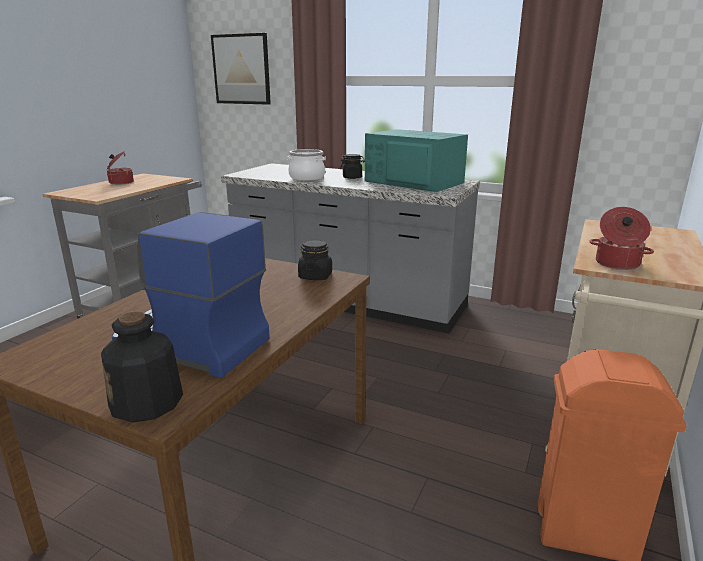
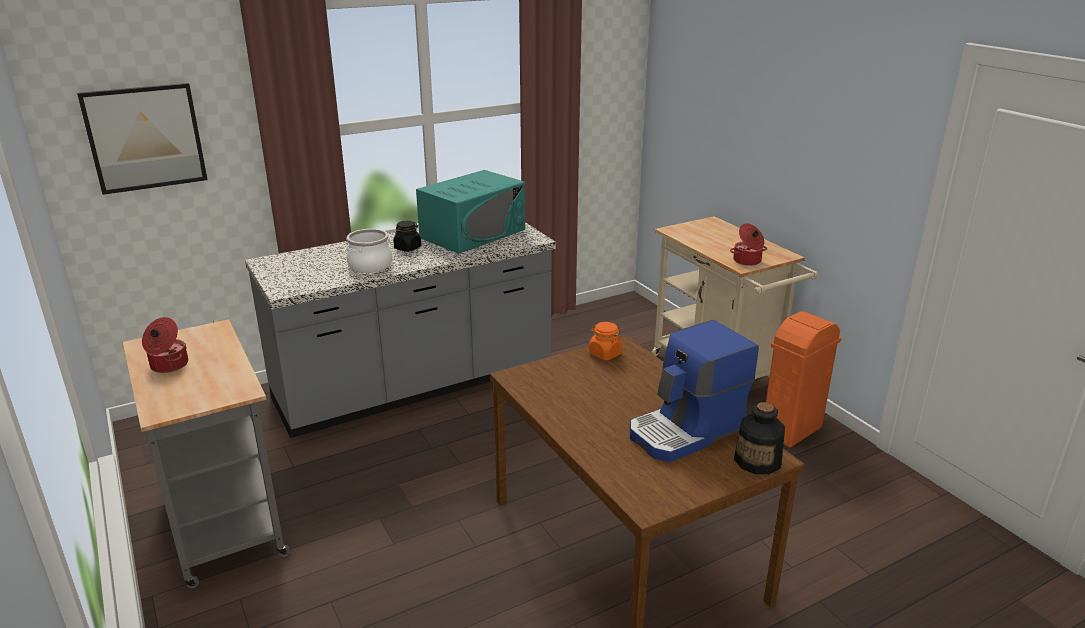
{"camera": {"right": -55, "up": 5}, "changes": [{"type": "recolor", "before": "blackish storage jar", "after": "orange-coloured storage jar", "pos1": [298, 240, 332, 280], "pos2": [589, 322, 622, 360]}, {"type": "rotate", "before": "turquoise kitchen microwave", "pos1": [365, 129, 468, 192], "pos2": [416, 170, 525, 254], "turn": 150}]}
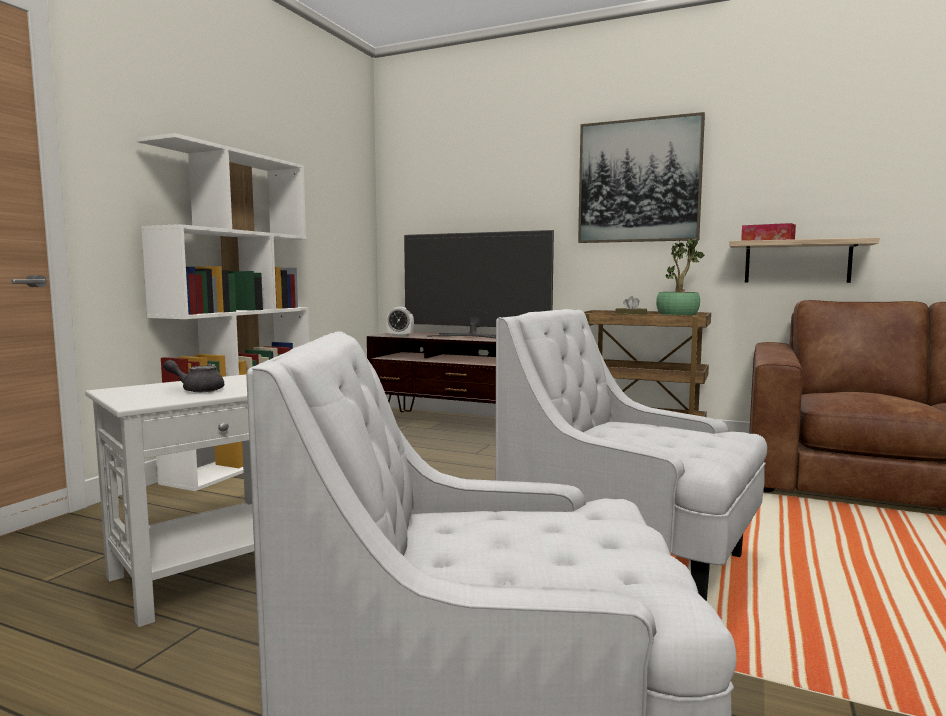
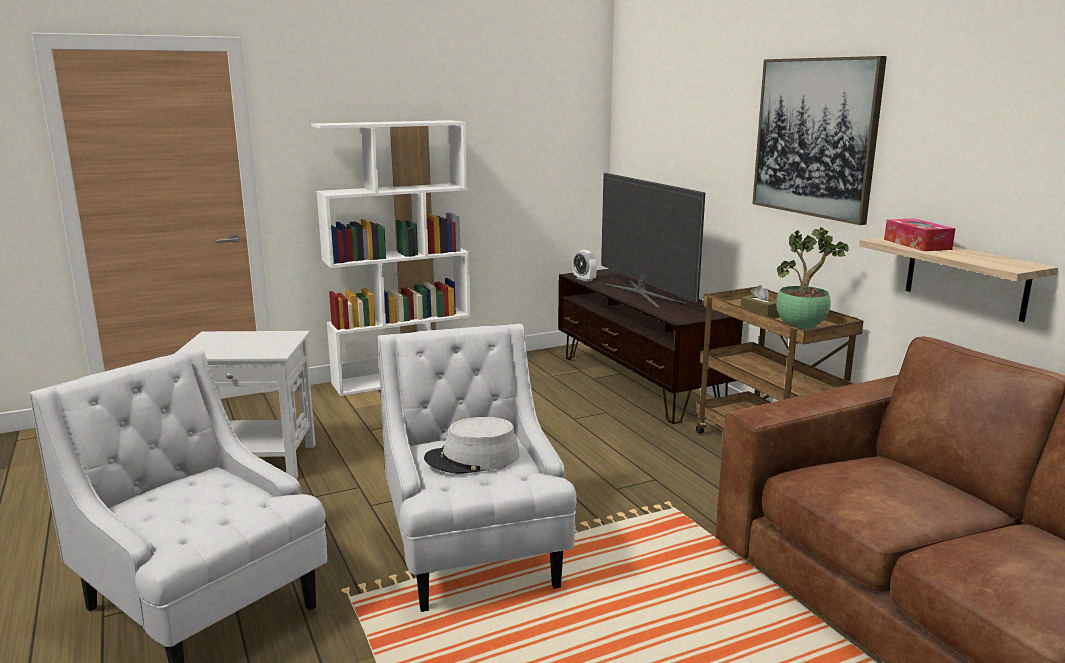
{"camera": {"right": 40, "up": 10}, "changes": [{"type": "delete", "before": "greyish tea pot", "pos1": [163, 360, 224, 392]}, {"type": "insert", "after": "greyish wearable hat", "pos2": [424, 417, 520, 474]}]}
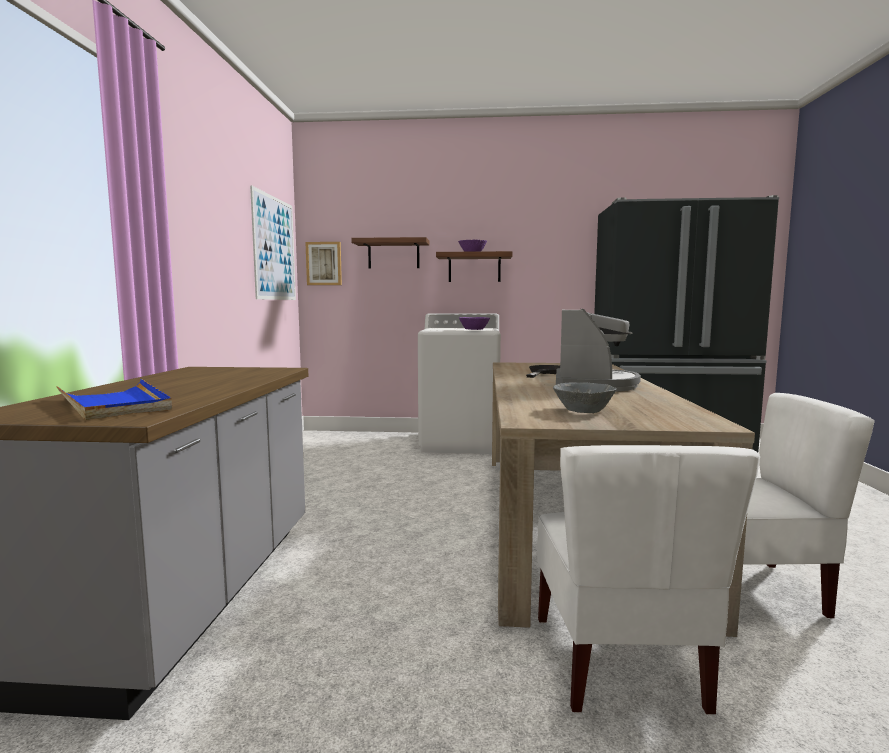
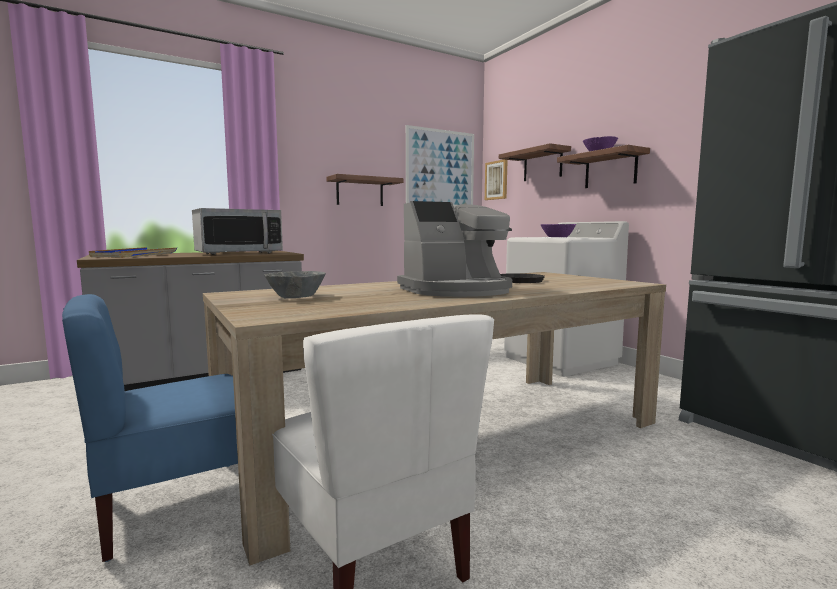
{"camera": {"right": 55, "up": 0}, "changes": [{"type": "recolor", "before": "white-coloured chair", "after": "blue chair", "pos1": [537, 445, 760, 715], "pos2": [62, 294, 238, 562]}, {"type": "insert", "after": "kitchen microwave", "pos2": [192, 208, 283, 255]}, {"type": "insert", "after": "shelf", "pos2": [327, 174, 403, 206]}]}
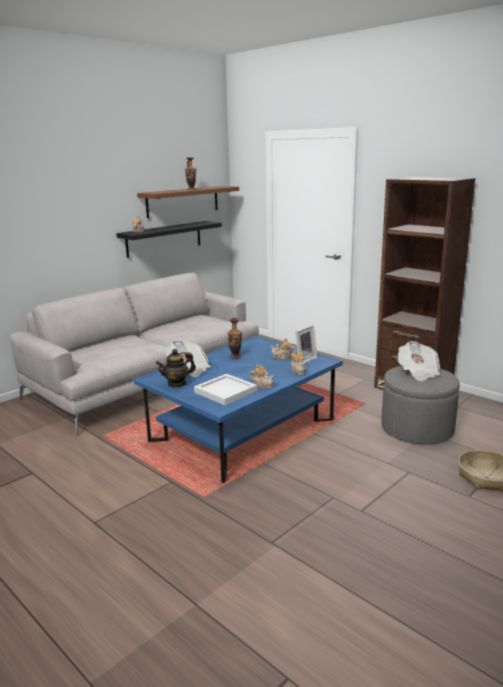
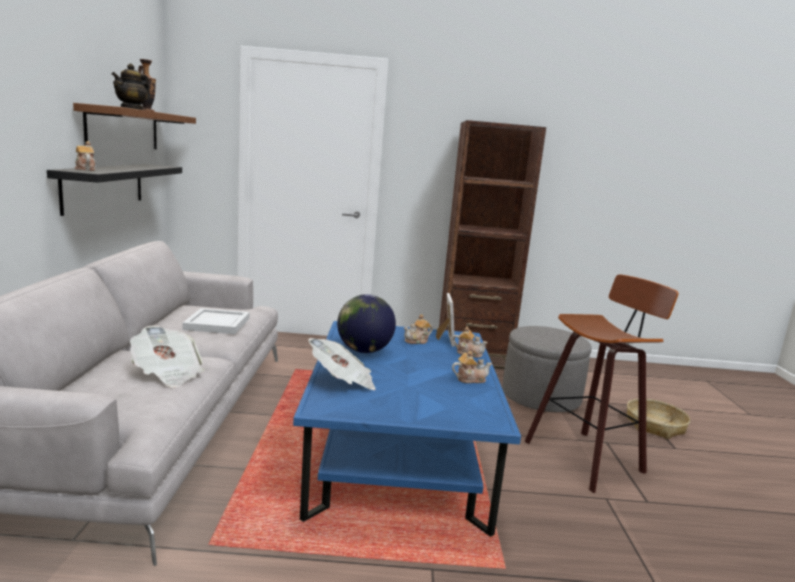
{"camera": {"right": -45, "up": -5}, "changes": [{"type": "move", "before": "tea pot", "pos1": [156, 349, 196, 388], "pos2": [112, 63, 150, 110]}, {"type": "move", "before": "white-coloured serving tray", "pos1": [194, 374, 257, 405], "pos2": [182, 308, 249, 334]}, {"type": "replace", "before": "vase", "after": "world globe", "pos1": [228, 318, 242, 359], "pos2": [337, 294, 396, 353]}, {"type": "move", "before": "daily paper", "pos1": [397, 341, 440, 381], "pos2": [130, 325, 204, 388]}, {"type": "insert", "after": "sitting stool", "pos2": [525, 274, 679, 493]}]}
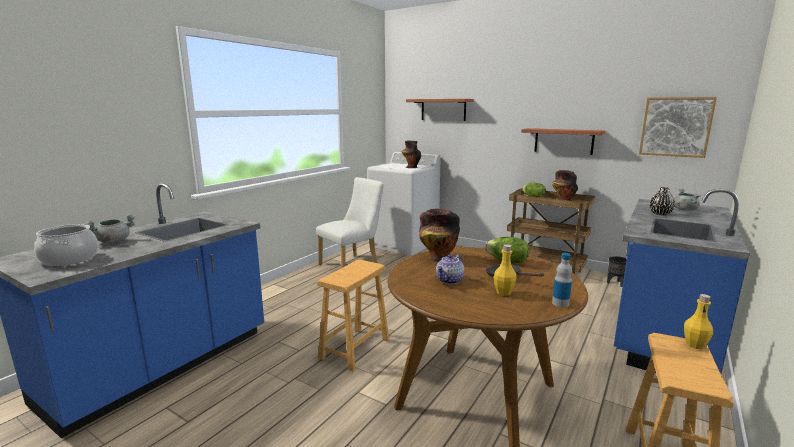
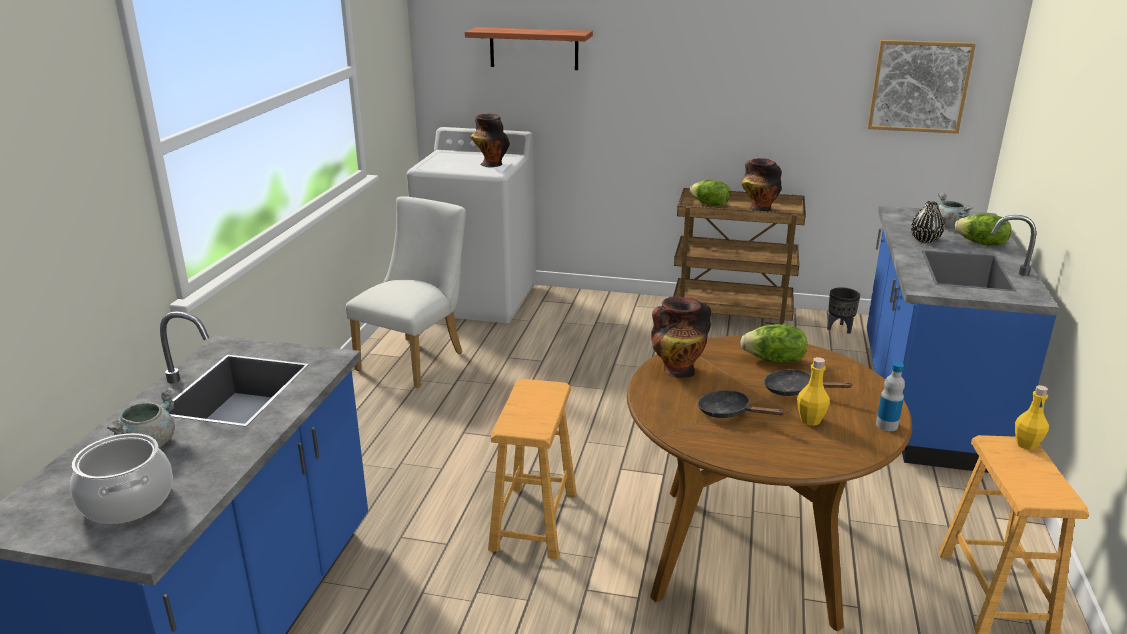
{"camera": {"right": -20, "up": 10}, "changes": [{"type": "replace", "before": "tea pot", "after": "blackish skillet", "pos1": [436, 254, 464, 285], "pos2": [698, 390, 786, 418]}, {"type": "delete", "before": "shelf", "pos1": [521, 128, 606, 155]}, {"type": "insert", "after": "lettuce", "pos2": [954, 214, 1011, 246]}]}
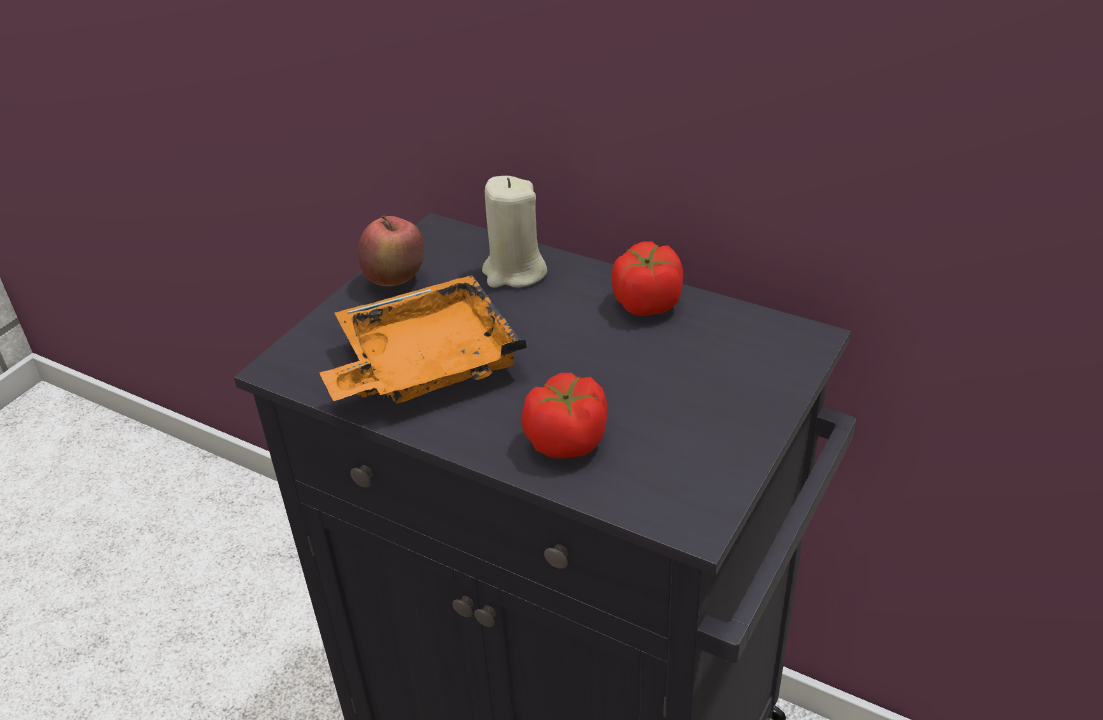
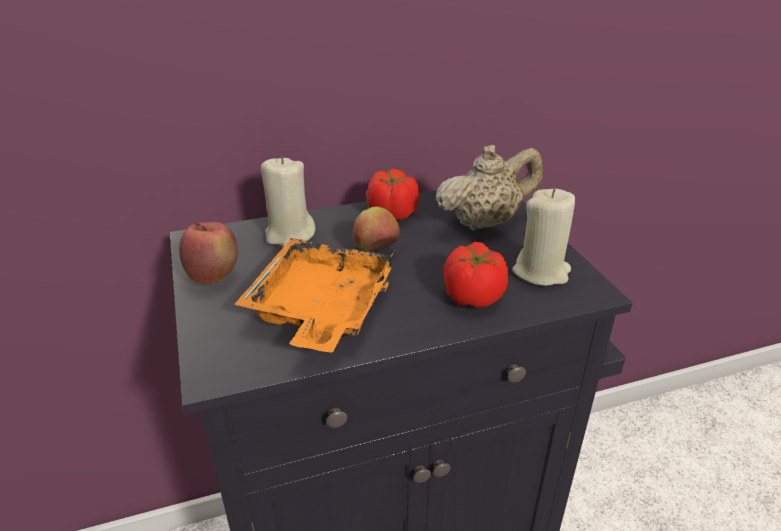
{"camera": {"right": -50, "up": -5}, "changes": [{"type": "insert", "after": "apple", "pos2": [353, 207, 400, 252]}, {"type": "insert", "after": "beige tea pot", "pos2": [435, 145, 543, 231]}, {"type": "insert", "after": "beige wax candle", "pos2": [513, 189, 575, 286]}]}
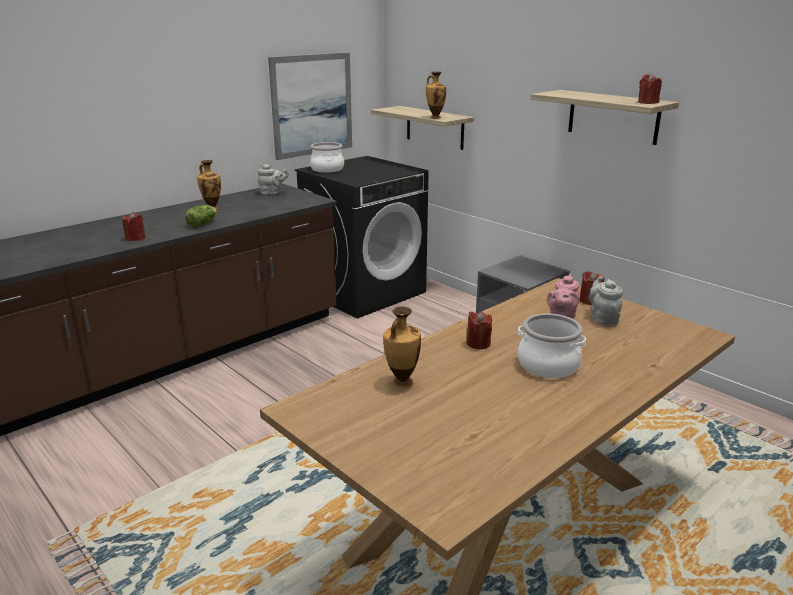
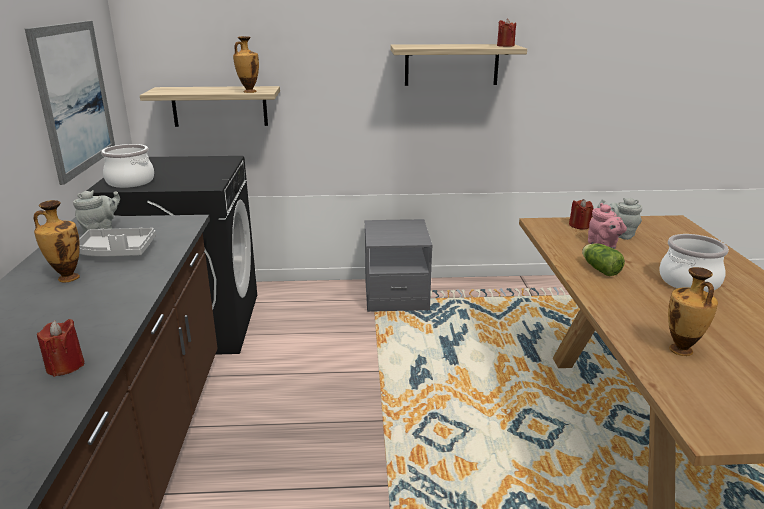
{"camera": {"right": -50, "up": 0}, "changes": [{"type": "move", "before": "lettuce", "pos1": [185, 205, 217, 227], "pos2": [582, 243, 625, 276]}, {"type": "delete", "before": "red-coloured wax candle", "pos1": [466, 312, 492, 349]}, {"type": "insert", "after": "greyish serving tray", "pos2": [79, 228, 156, 257]}]}
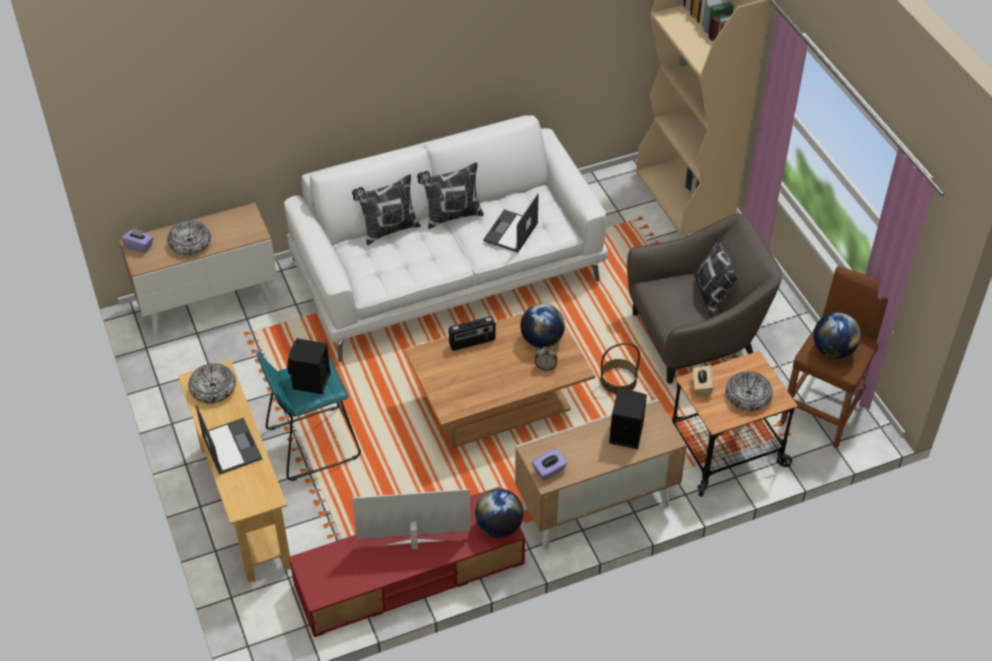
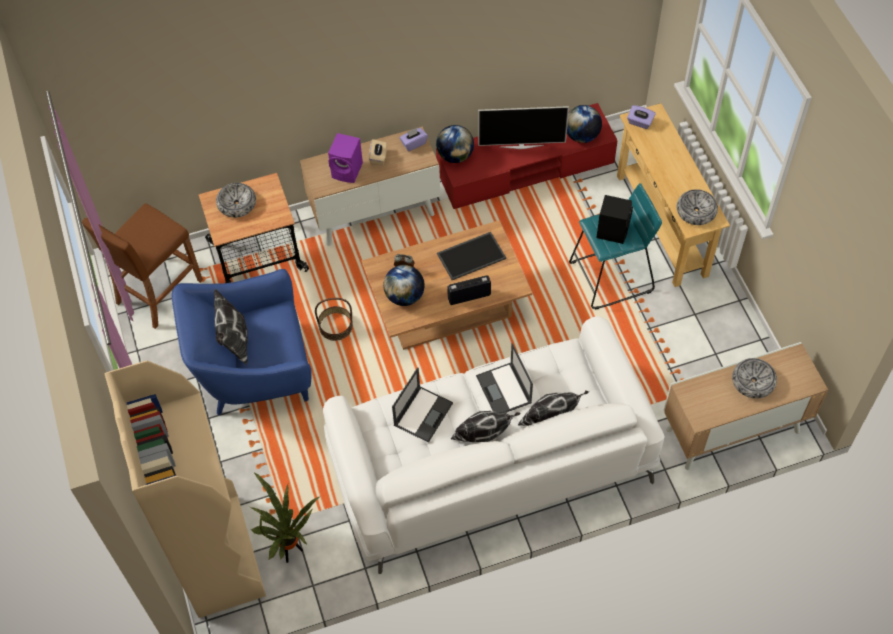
{"camera": {"right": -175, "up": 10}, "changes": [{"type": "move", "before": "purple-coloured tissue holder", "pos1": [121, 228, 153, 253], "pos2": [627, 105, 656, 129]}, {"type": "move", "before": "notebook computer", "pos1": [196, 405, 262, 475], "pos2": [476, 343, 533, 413]}, {"type": "recolor", "before": "blackish audio speaker", "after": "purple-coloured audio speaker", "pos1": [609, 389, 647, 449], "pos2": [328, 133, 363, 183]}, {"type": "recolor", "before": "greyish armchair", "after": "blue armchair", "pos1": [627, 213, 782, 384], "pos2": [172, 269, 312, 415]}, {"type": "move", "before": "beige tissue holder", "pos1": [693, 365, 713, 395], "pos2": [369, 139, 387, 166]}, {"type": "move", "before": "world globe", "pos1": [813, 312, 861, 359], "pos2": [567, 105, 602, 143]}, {"type": "insert", "after": "plant in a pot", "pos2": [250, 472, 321, 563]}, {"type": "insert", "after": "serving tray", "pos2": [437, 232, 506, 280]}]}
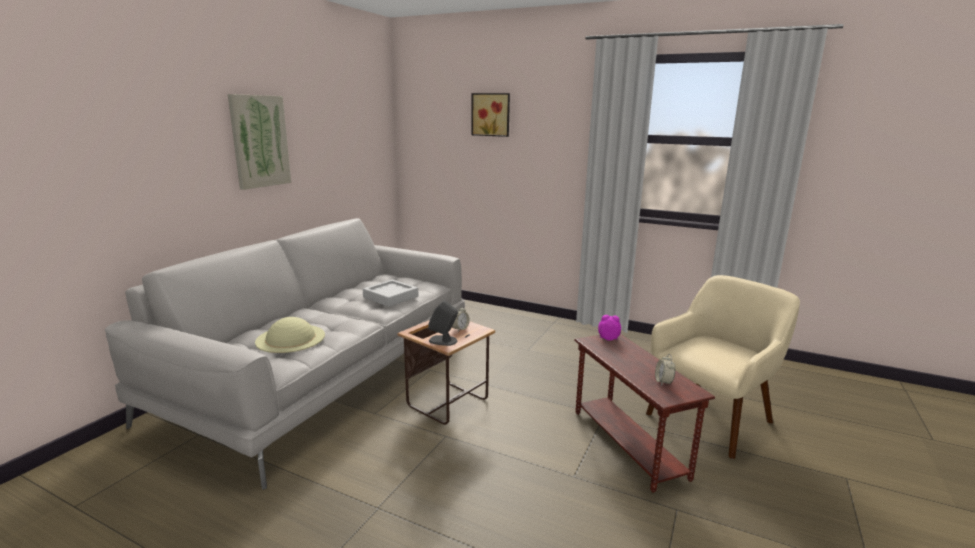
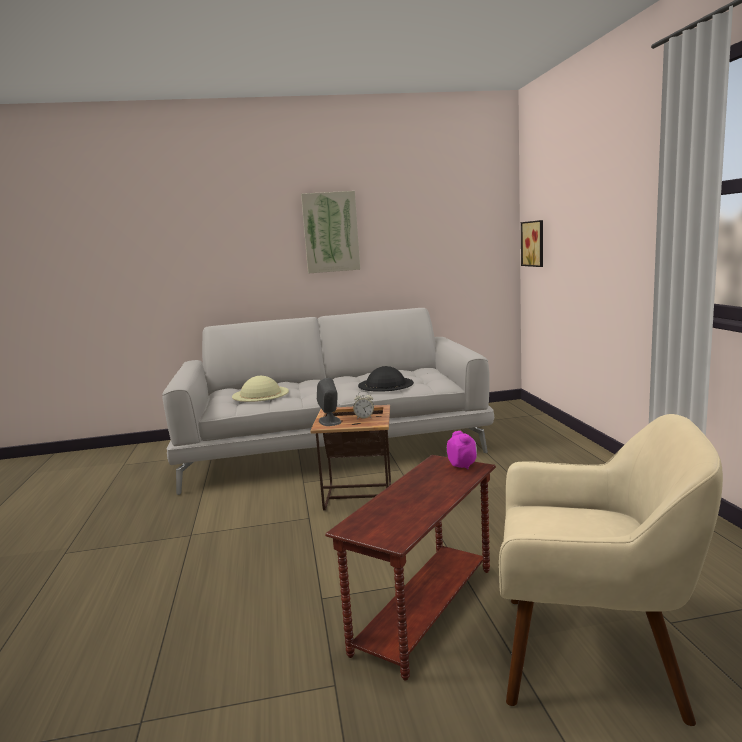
{"camera": {"right": 55, "up": -5}, "changes": [{"type": "replace", "before": "greyish serving tray", "after": "blackish wearable hat", "pos1": [363, 280, 418, 307], "pos2": [358, 366, 414, 392]}, {"type": "move", "before": "wall picture", "pos1": [471, 93, 510, 137], "pos2": [521, 220, 543, 267]}, {"type": "delete", "before": "alarm clock", "pos1": [655, 354, 675, 386]}]}
